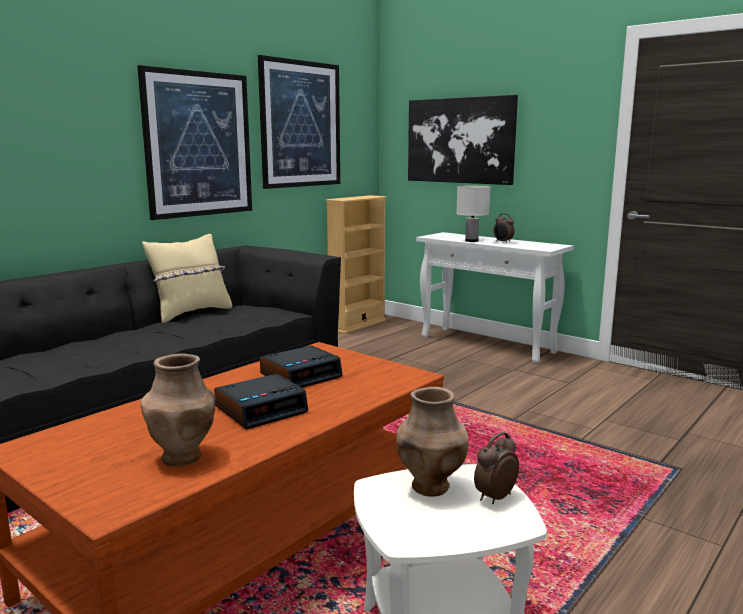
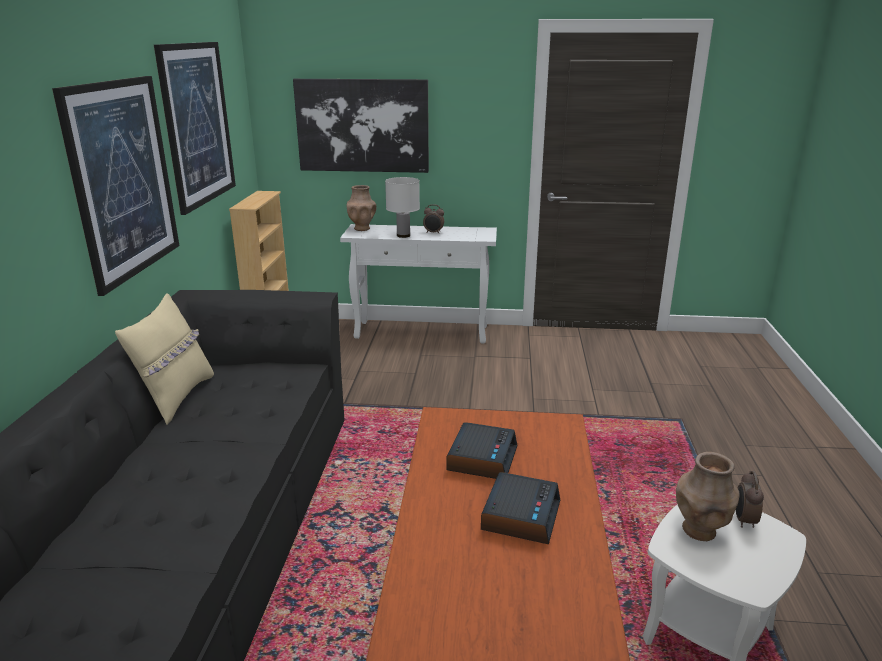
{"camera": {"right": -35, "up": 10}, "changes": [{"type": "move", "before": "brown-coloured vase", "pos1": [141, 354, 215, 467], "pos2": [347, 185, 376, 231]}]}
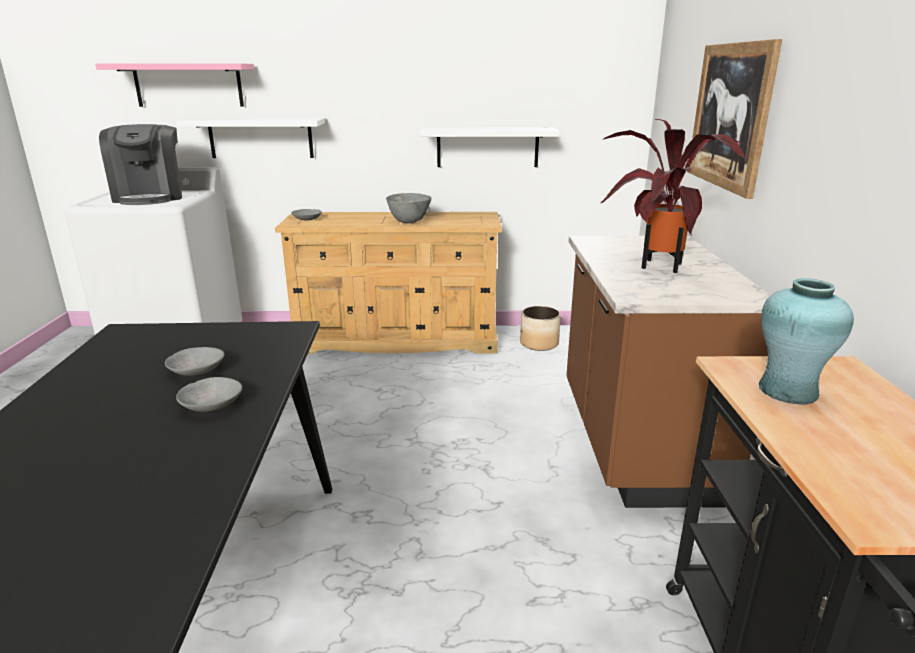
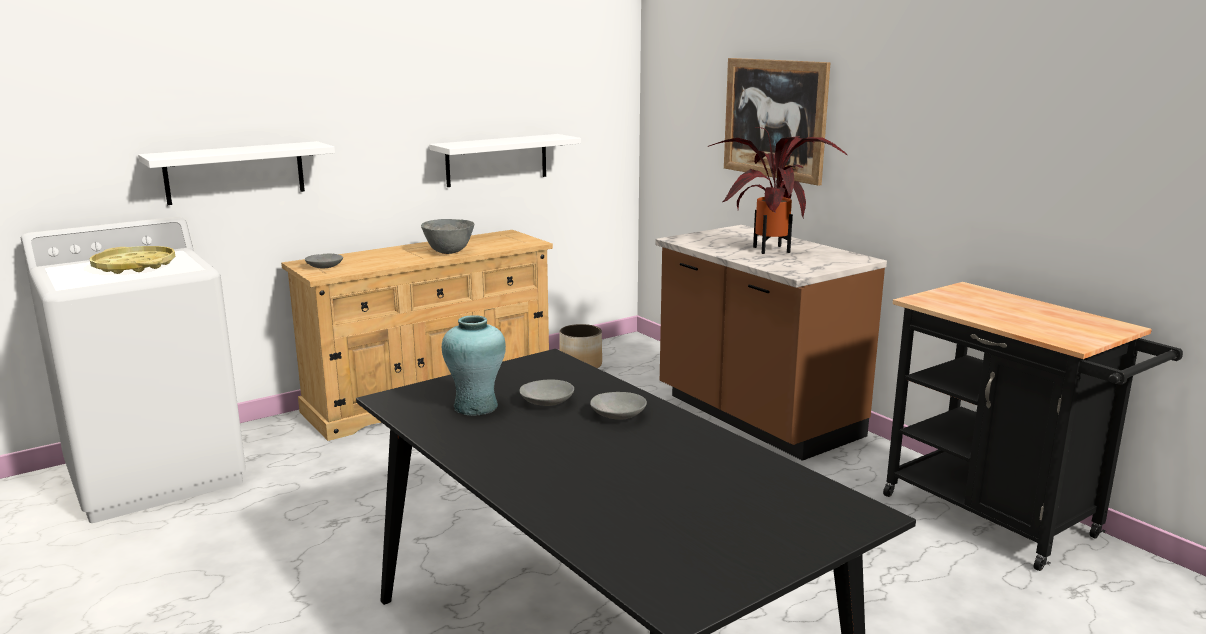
{"camera": {"right": -35, "up": -5}, "changes": [{"type": "delete", "before": "pinkish shelf", "pos1": [95, 63, 254, 107]}, {"type": "replace", "before": "coffee brewer", "after": "yellowish serving tray", "pos1": [99, 124, 182, 205], "pos2": [90, 246, 175, 274]}, {"type": "move", "before": "turquoise vase", "pos1": [759, 278, 854, 405], "pos2": [442, 315, 506, 416]}]}
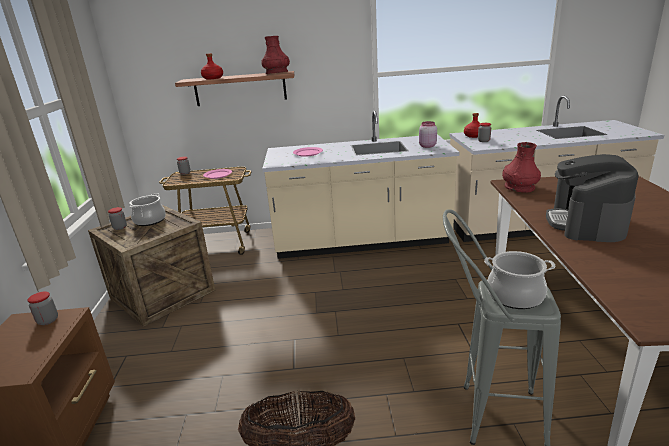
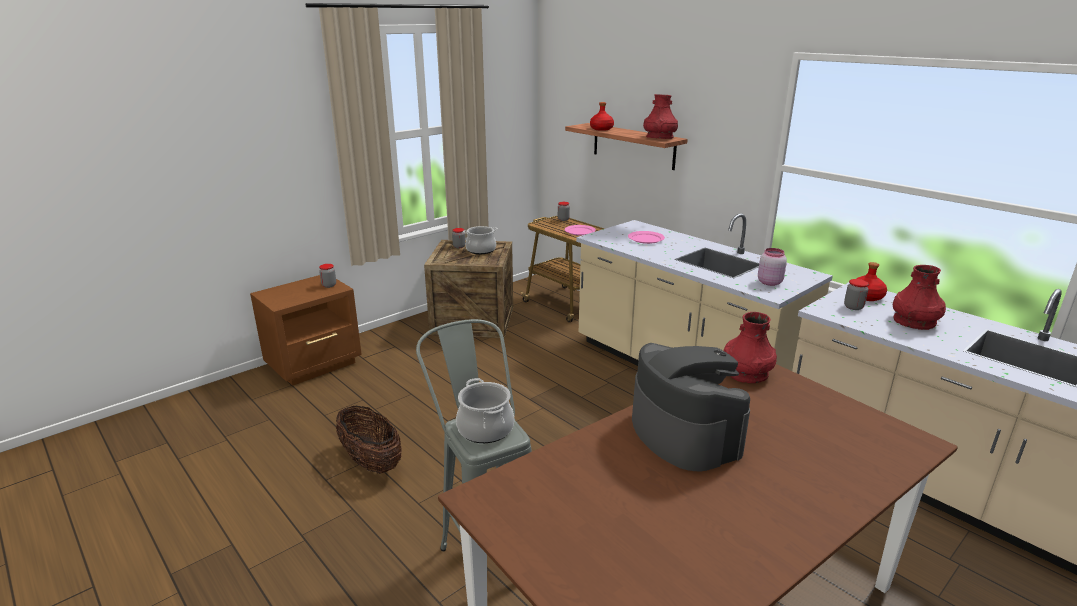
{"camera": {"right": 50, "up": 0}, "changes": [{"type": "rotate", "before": "coffee brewer", "pos1": [546, 154, 638, 242], "pos2": [632, 343, 750, 471], "turn": 90}, {"type": "insert", "after": "red-coloured vase", "pos2": [893, 265, 946, 330]}]}
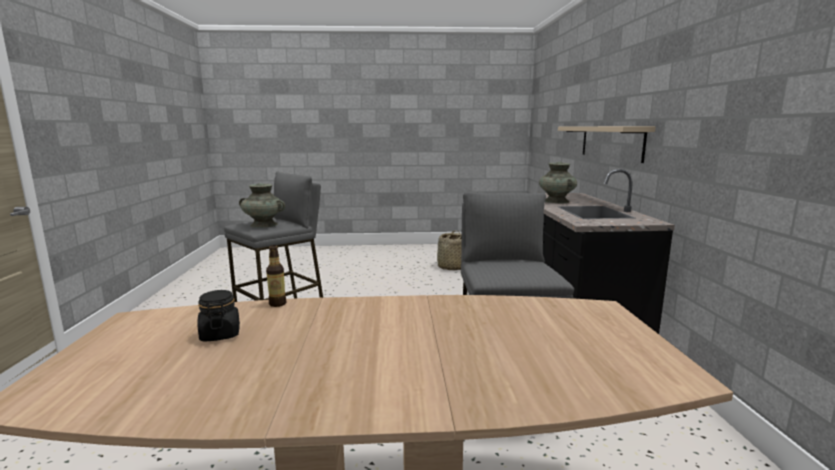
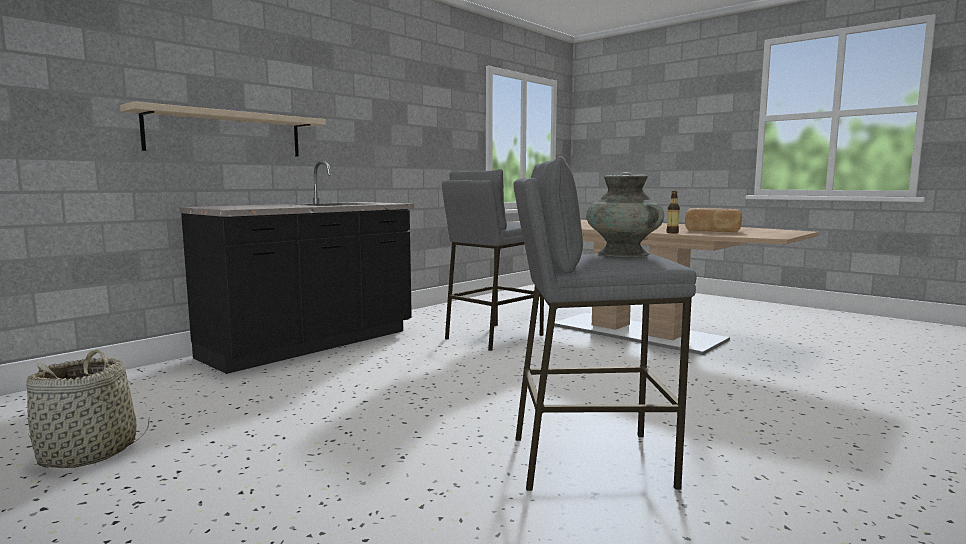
{"camera": {"right": -135, "up": -5}, "changes": [{"type": "replace", "before": "blackish storage jar", "after": "bakery bread", "pos1": [197, 290, 240, 342], "pos2": [685, 208, 742, 232]}, {"type": "delete", "before": "turquoise vase", "pos1": [539, 162, 577, 204]}]}
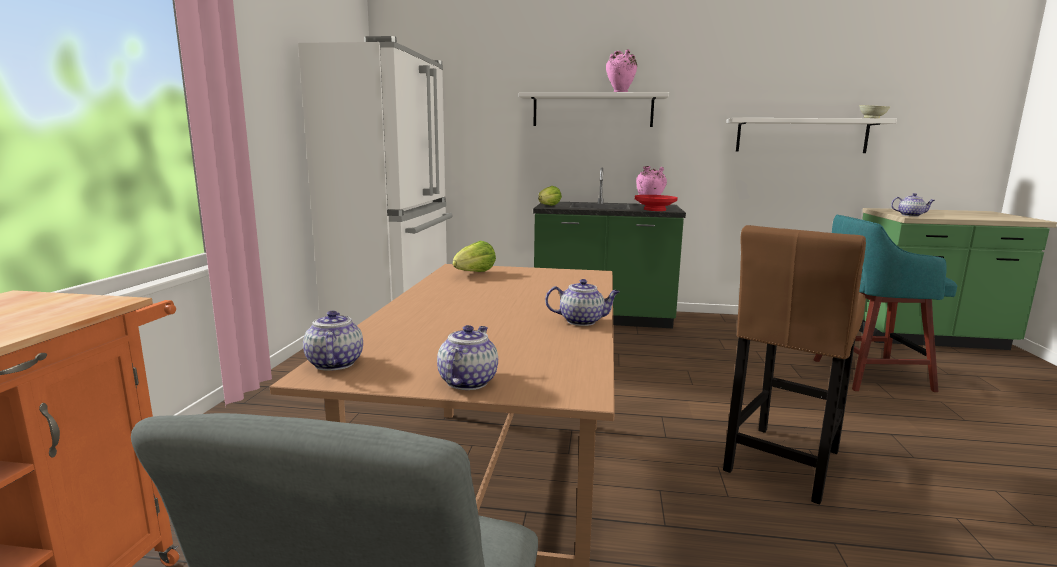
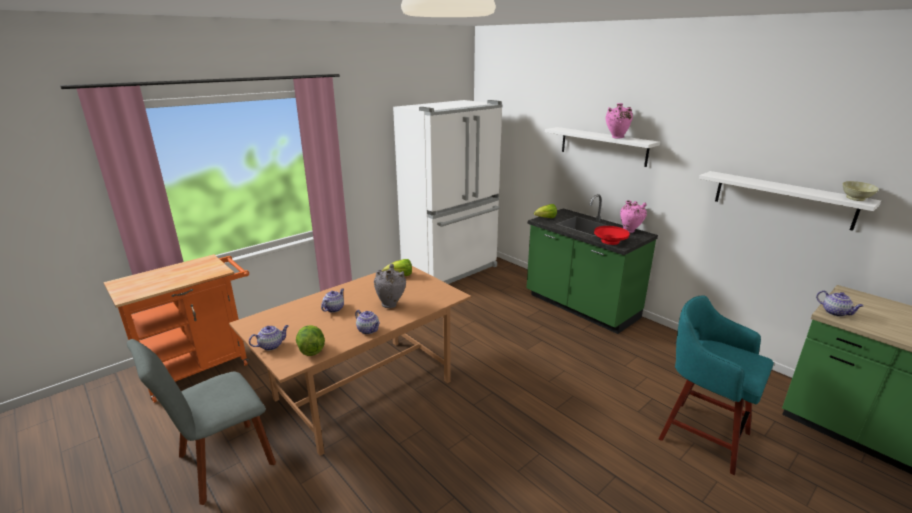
{"camera": {"right": 40, "up": 10}, "changes": [{"type": "move", "before": "tea pot", "pos1": [303, 311, 363, 371], "pos2": [321, 289, 344, 313]}, {"type": "delete", "before": "brown-coloured sitting stool", "pos1": [723, 225, 866, 505]}, {"type": "insert", "after": "lettuce", "pos2": [296, 325, 325, 356]}, {"type": "insert", "after": "greyish vase", "pos2": [374, 264, 406, 308]}]}
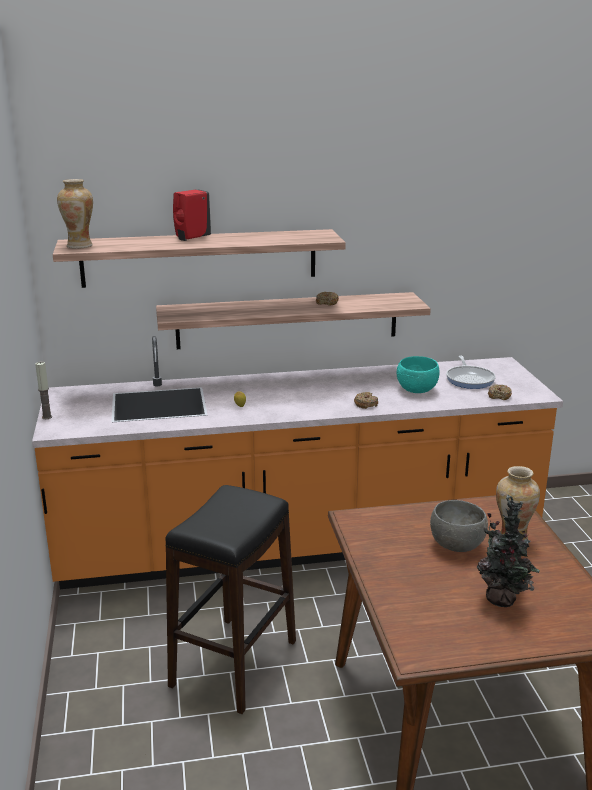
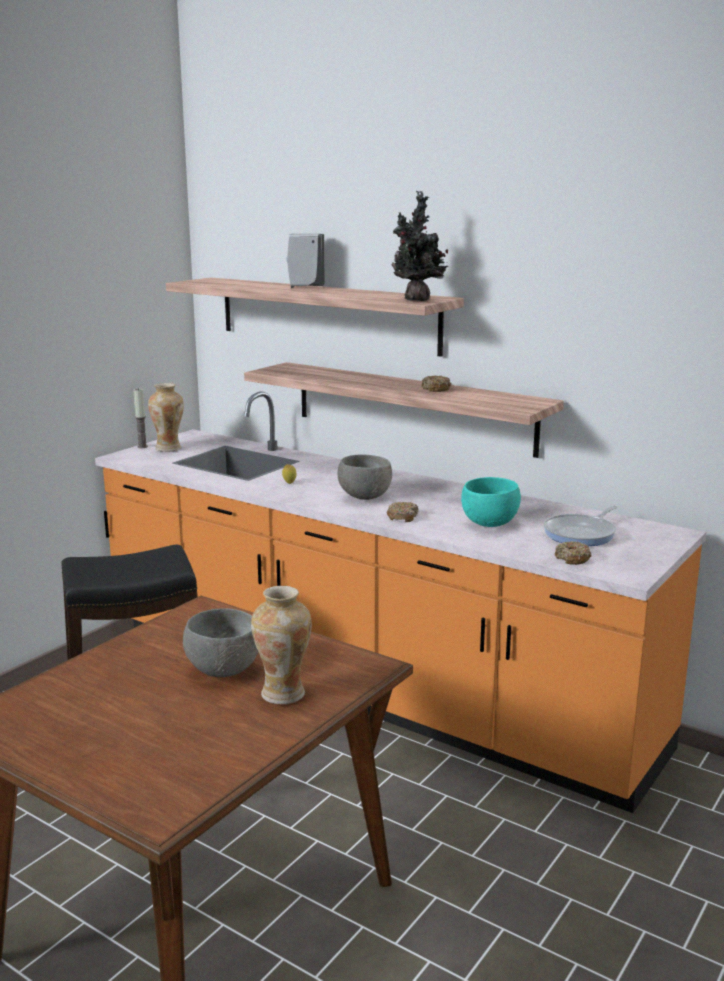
{"camera": {"right": 45, "up": -5}, "changes": [{"type": "move", "before": "vase", "pos1": [57, 179, 93, 249], "pos2": [148, 383, 184, 452]}, {"type": "recolor", "before": "red-coloured liquid soap bottle", "after": "white-coloured liquid soap bottle", "pos1": [173, 189, 211, 241], "pos2": [286, 233, 325, 288]}, {"type": "move", "before": "plant in a pot", "pos1": [477, 495, 540, 607], "pos2": [391, 191, 449, 301]}, {"type": "insert", "after": "greyish bowl", "pos2": [338, 455, 392, 500]}]}
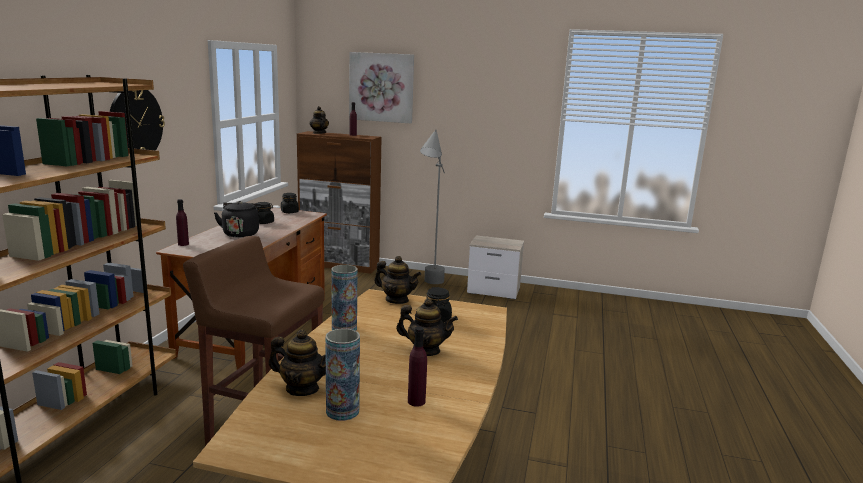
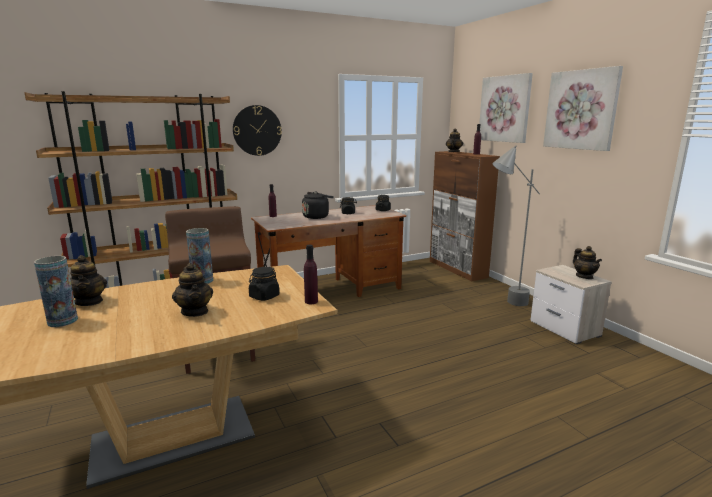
{"camera": {"right": 50, "up": 0}, "changes": [{"type": "move", "before": "tea pot", "pos1": [374, 256, 421, 304], "pos2": [573, 246, 602, 279]}, {"type": "move", "before": "purple-coloured bottle", "pos1": [408, 327, 427, 407], "pos2": [304, 245, 318, 304]}, {"type": "insert", "after": "wall picture", "pos2": [543, 66, 623, 151]}]}
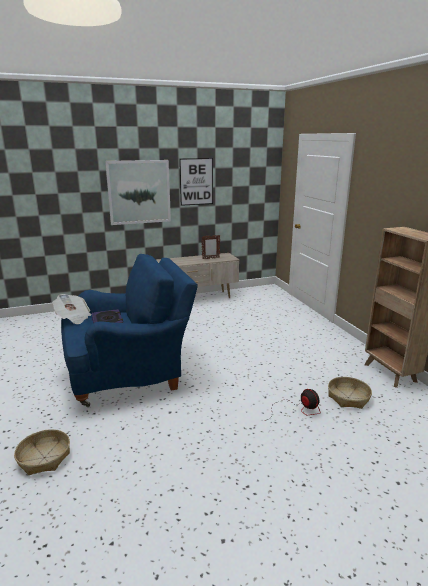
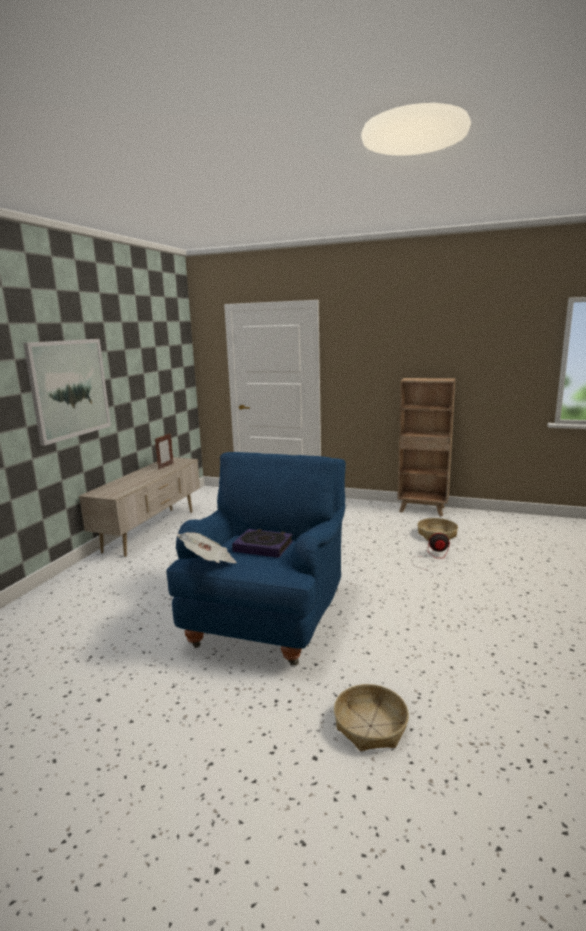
{"camera": {"right": -50, "up": -5}, "changes": [{"type": "delete", "before": "wall picture", "pos1": [179, 158, 213, 206]}]}
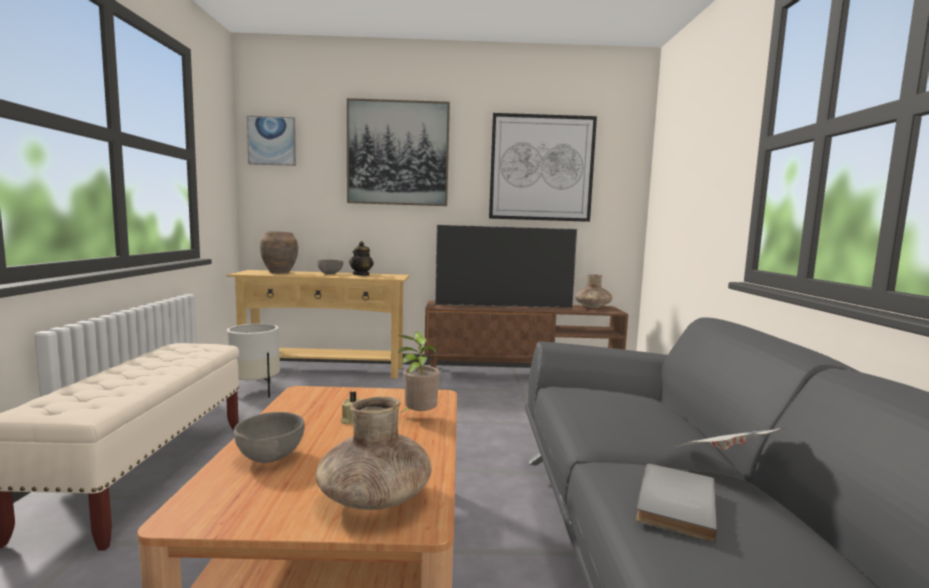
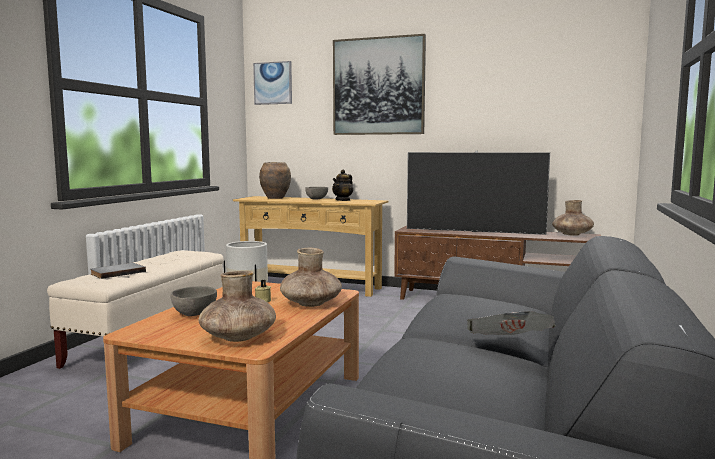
{"camera": {"right": 20, "up": 0}, "changes": [{"type": "replace", "before": "plant in a pot", "after": "brown-coloured vase", "pos1": [398, 332, 440, 413], "pos2": [280, 248, 342, 307]}, {"type": "delete", "before": "wall picture", "pos1": [489, 113, 597, 222]}, {"type": "move", "before": "greyish book", "pos1": [636, 464, 717, 543], "pos2": [90, 263, 146, 279]}]}
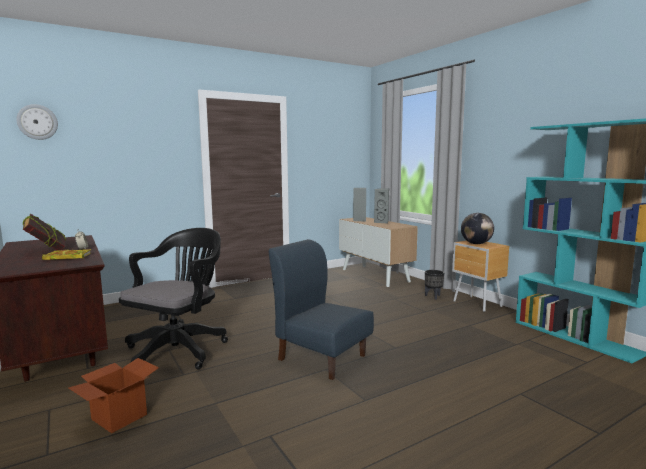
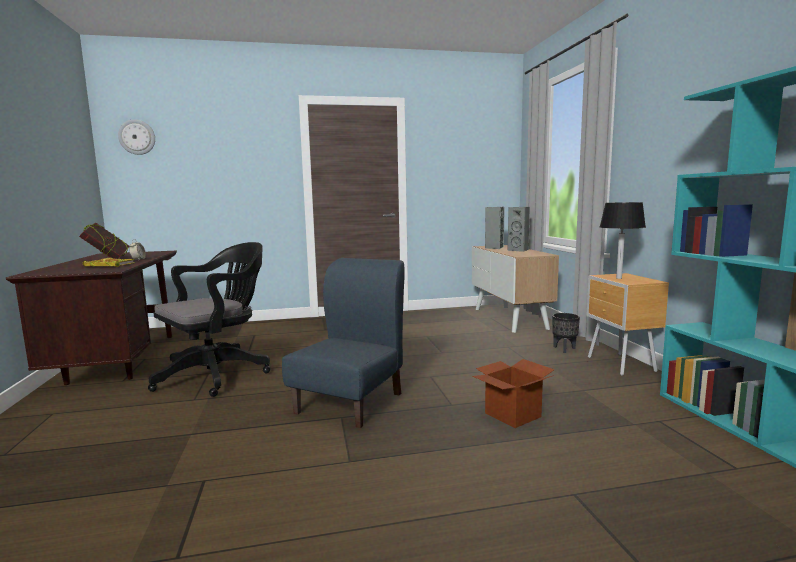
{"camera": {"right": 20, "up": 0}, "changes": [{"type": "move", "before": "cardboard box", "pos1": [68, 358, 159, 433], "pos2": [472, 359, 554, 428]}, {"type": "rotate", "before": "blue chair", "pos1": [269, 239, 374, 380], "pos2": [282, 258, 404, 428], "turn": 60}, {"type": "replace", "before": "world globe", "after": "blackish tabletop lamp", "pos1": [461, 213, 494, 244], "pos2": [600, 202, 646, 279]}]}
